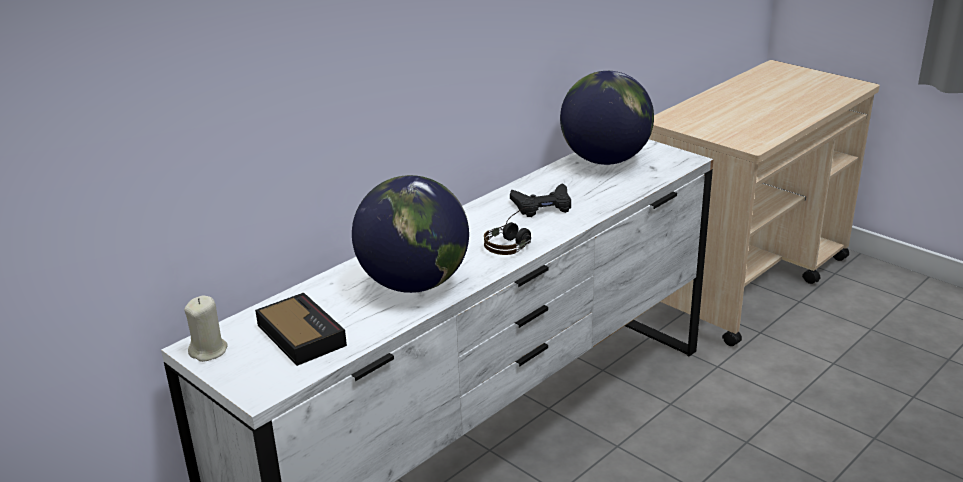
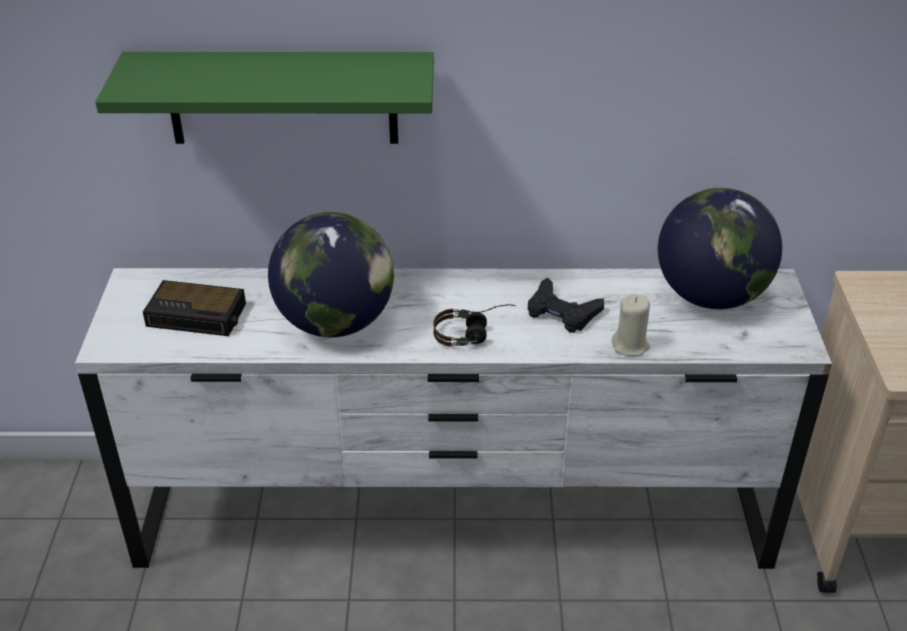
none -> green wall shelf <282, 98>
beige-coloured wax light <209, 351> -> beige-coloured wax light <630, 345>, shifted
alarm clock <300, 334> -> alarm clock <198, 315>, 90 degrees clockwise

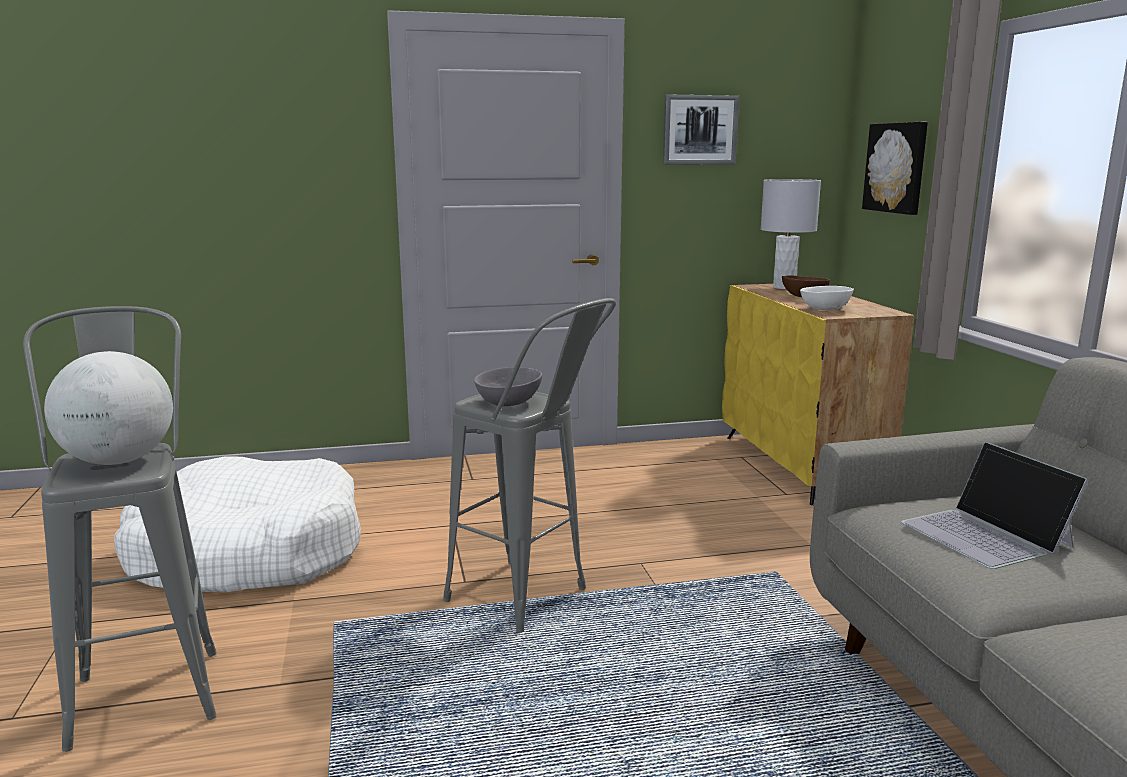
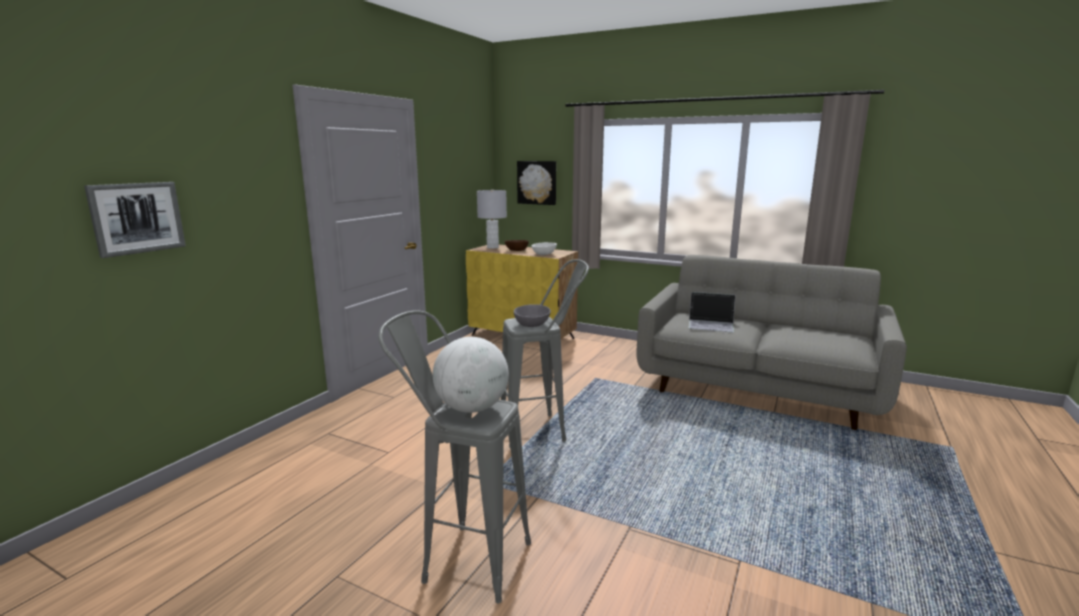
white dog bed <247, 552> -> none
picture <699, 130> -> picture <137, 218>, shifted

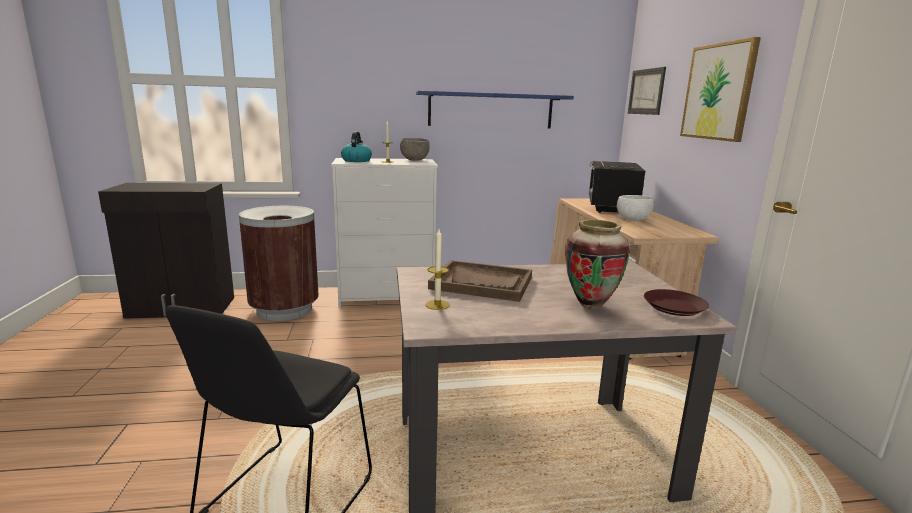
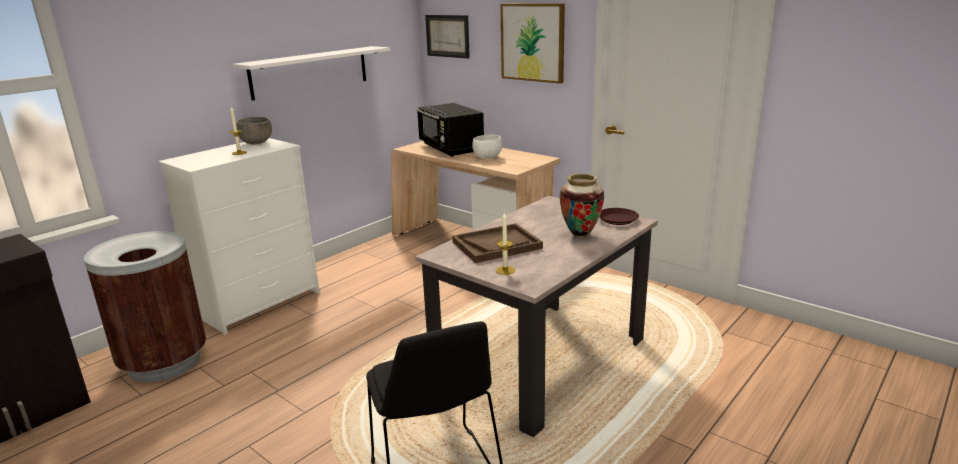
water kettle <356, 160> -> none
bluish wall shelf <490, 110> -> white wall shelf <310, 72>

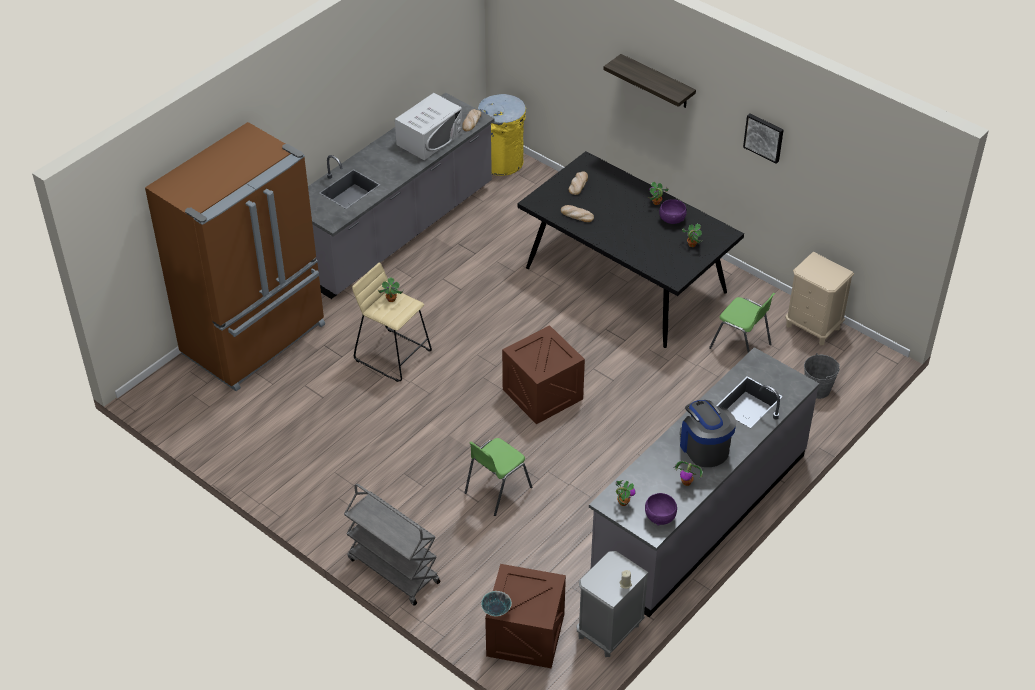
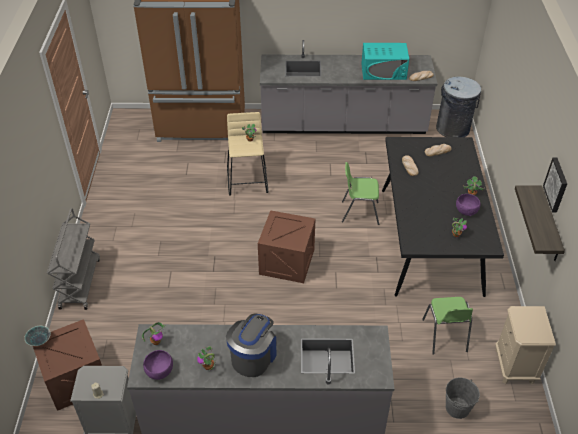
green chair <497, 490> -> green chair <359, 212>, shifted
wall shelf <657, 82> -> wall shelf <549, 225>, shifted
white microwave oven <429, 139> -> turquoise-coloured microwave oven <383, 71>
yellowish waste bin <501, 162> -> grey waste bin <453, 129>

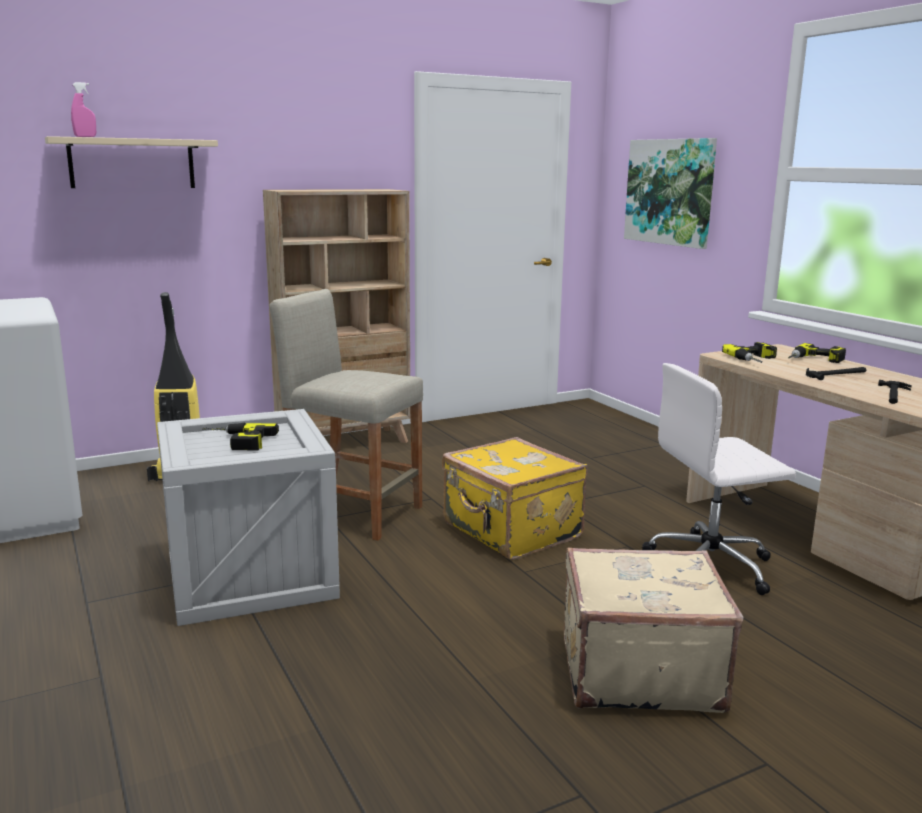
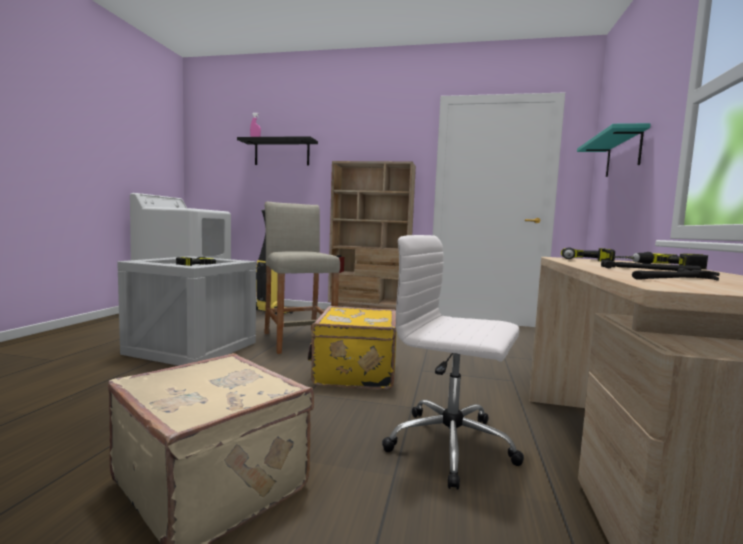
picture <670, 192> -> turquoise-coloured wall shelf <623, 154>
beige-coloured wall shelf <132, 163> -> black wall shelf <282, 153>

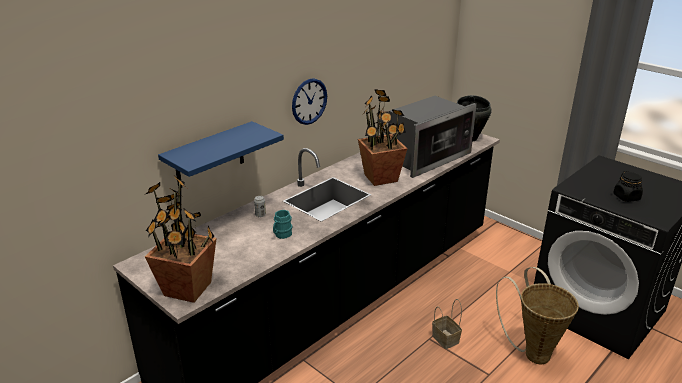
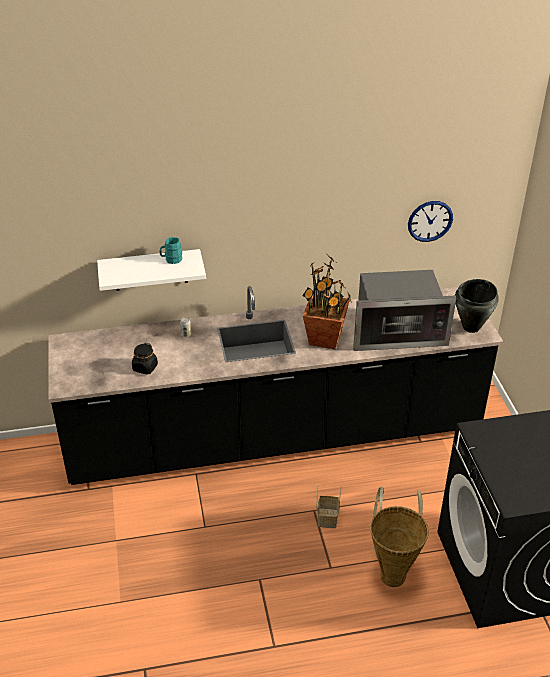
houseplant <187, 289> -> none
turquoise-coloured tea mug <281, 235> -> turquoise-coloured tea mug <171, 259>, shifted
clock on the wall <309, 101> -> clock on the wall <430, 221>, shifted
black preserve jar <626, 197> -> black preserve jar <145, 368>, shifted
bluish wall shelf <209, 156> -> white wall shelf <150, 270>

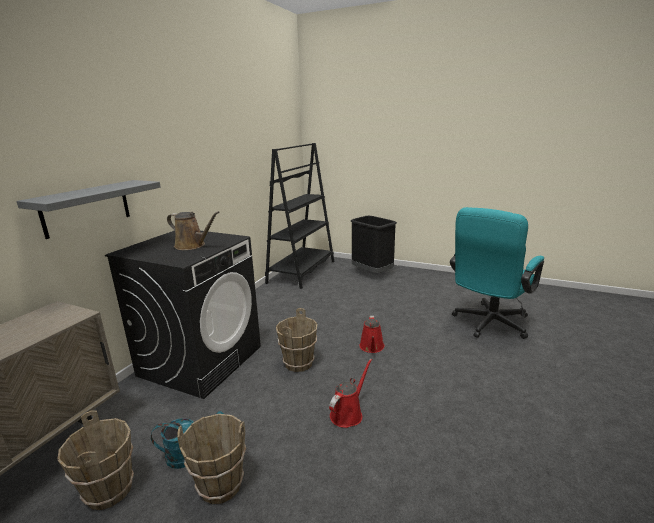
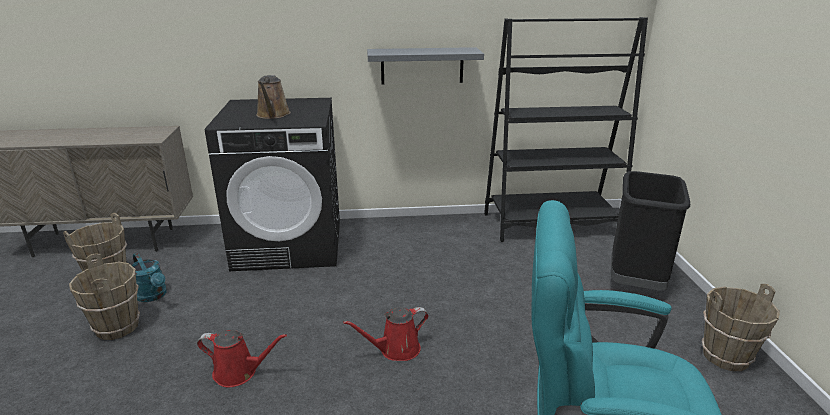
grey wall shelf <86, 208> -> grey wall shelf <422, 65>, shifted
brownish pail <299, 363> -> brownish pail <726, 357>, shifted

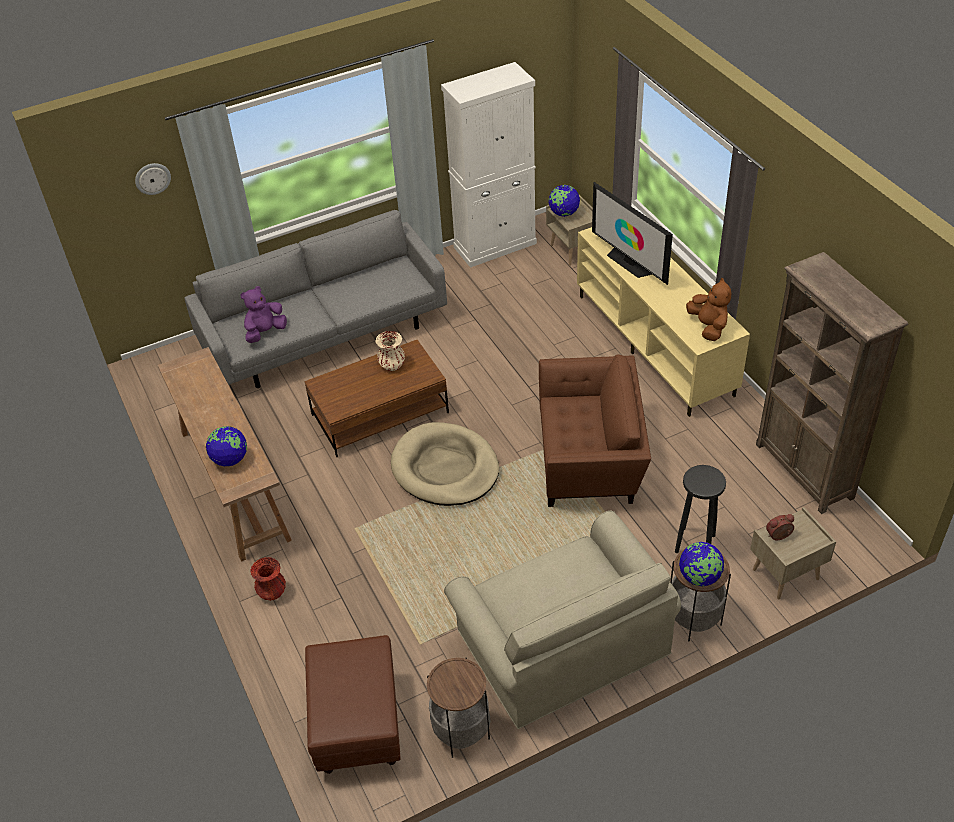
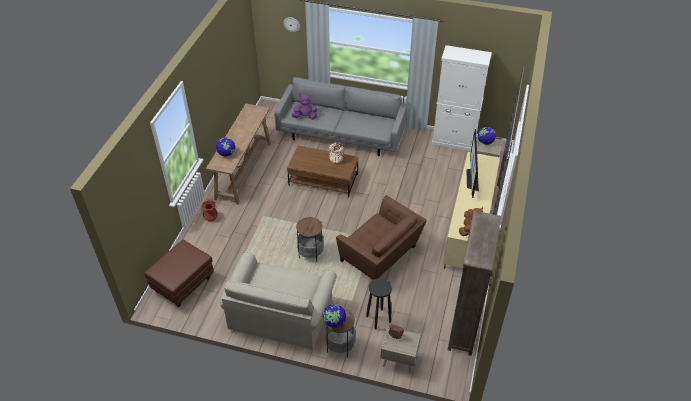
beige-coloured dog bed <445, 468> -> none
accent table <461, 731> -> accent table <310, 253>, shifted

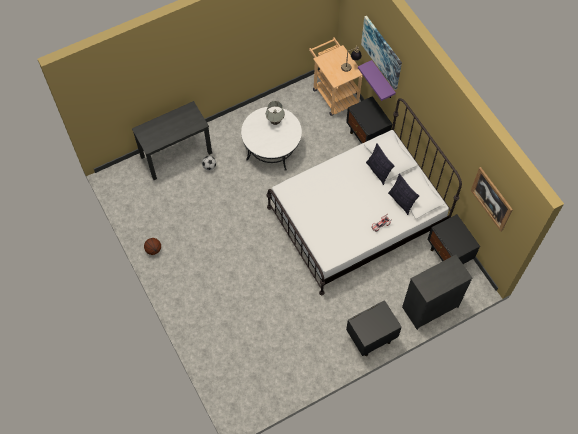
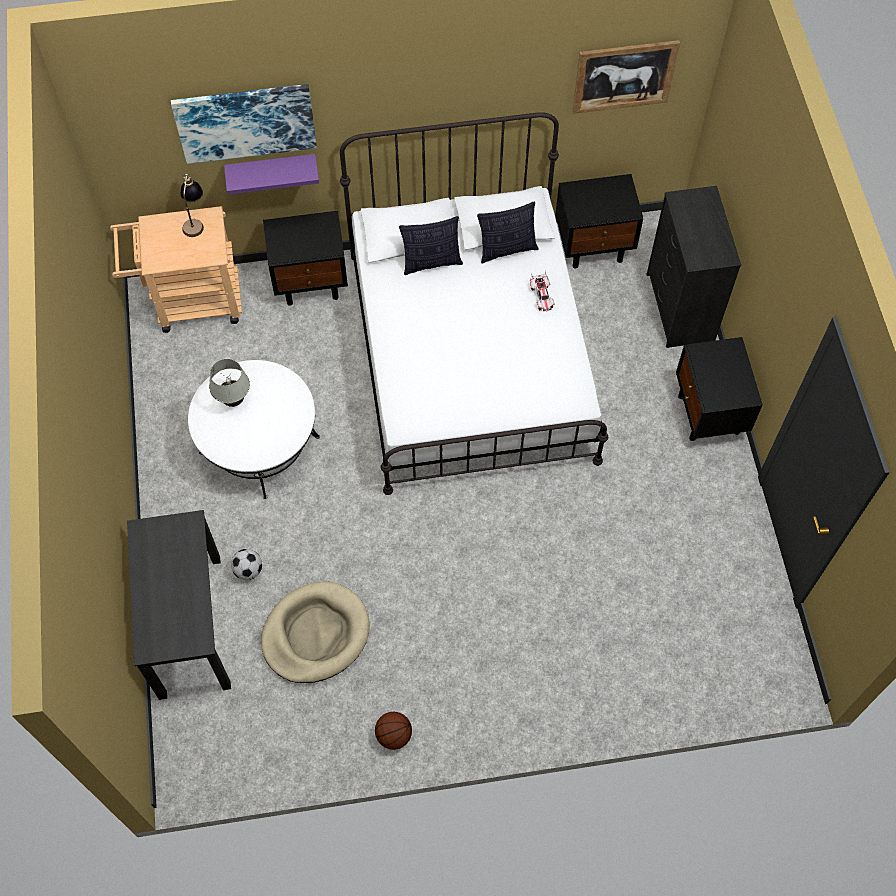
none -> beige-coloured dog bed <315, 634>

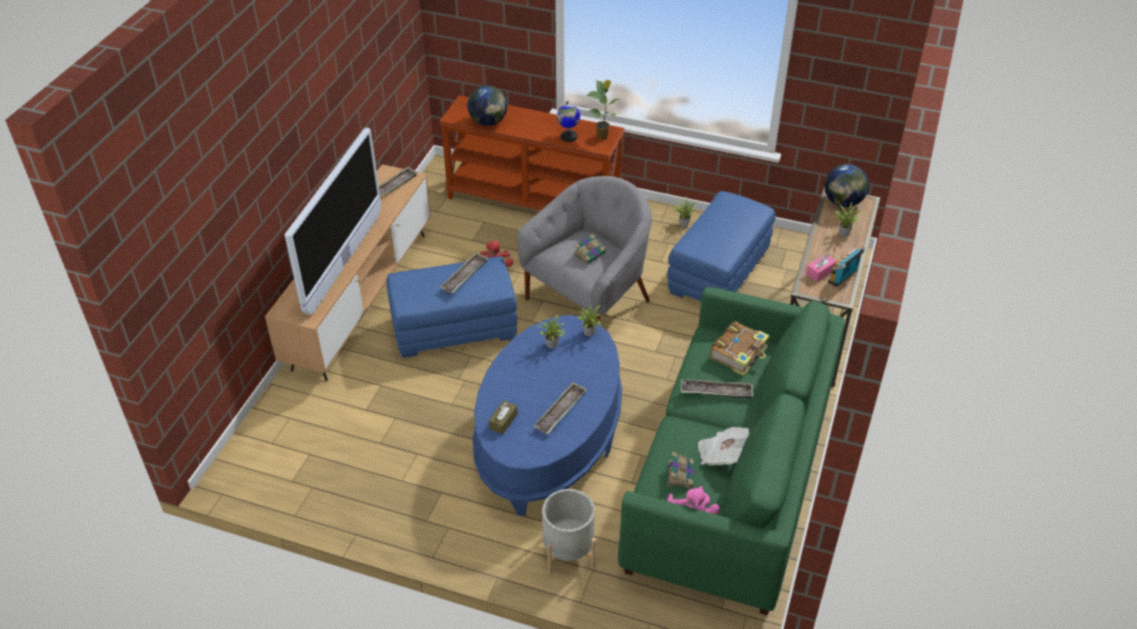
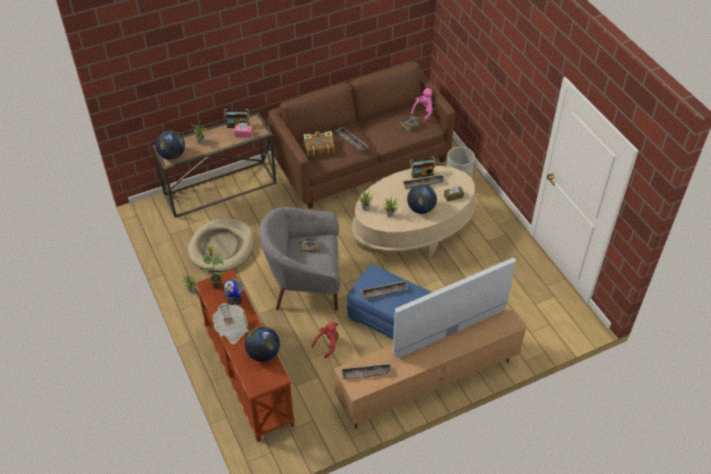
none -> globe <421, 208>
none -> radio set <422, 173>
newspaper <722, 455> -> newspaper <231, 329>, shifted
bluish pouffe <719, 273> -> beige-coloured dog bed <222, 247>
bluish coffee table <549, 438> -> beige-coloured coffee table <413, 229>
green sofa <729, 482> -> brownish sofa <361, 160>

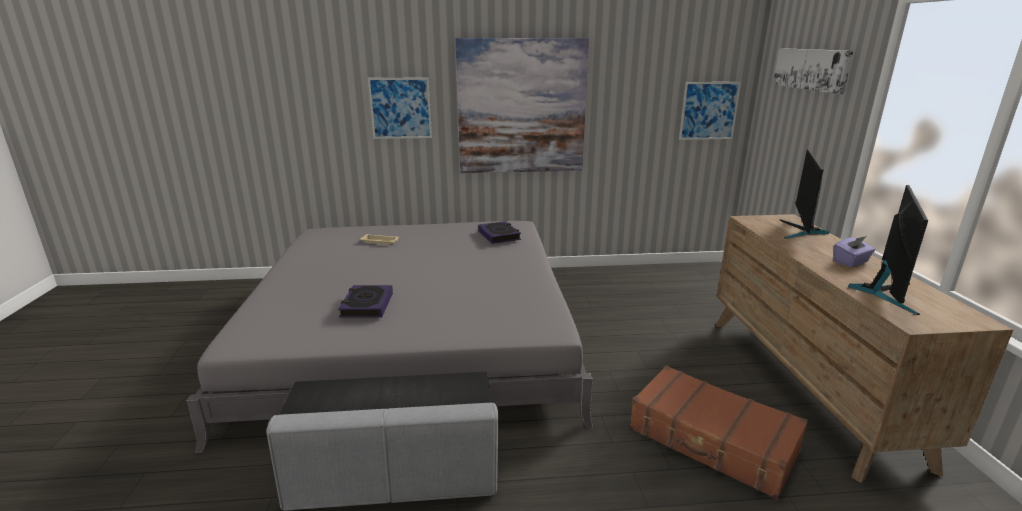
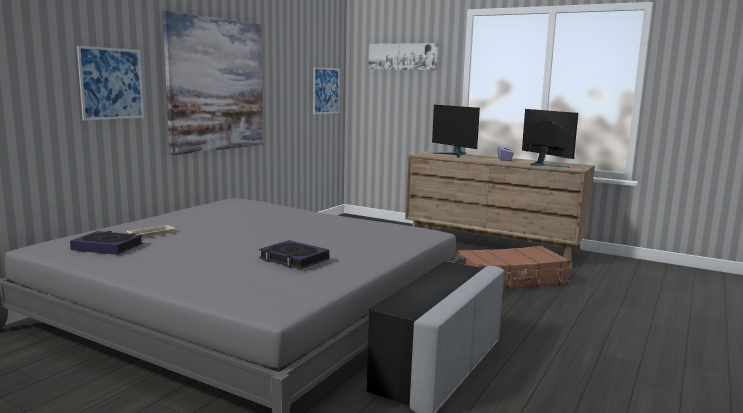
volume <499, 235> -> volume <107, 247>, shifted

